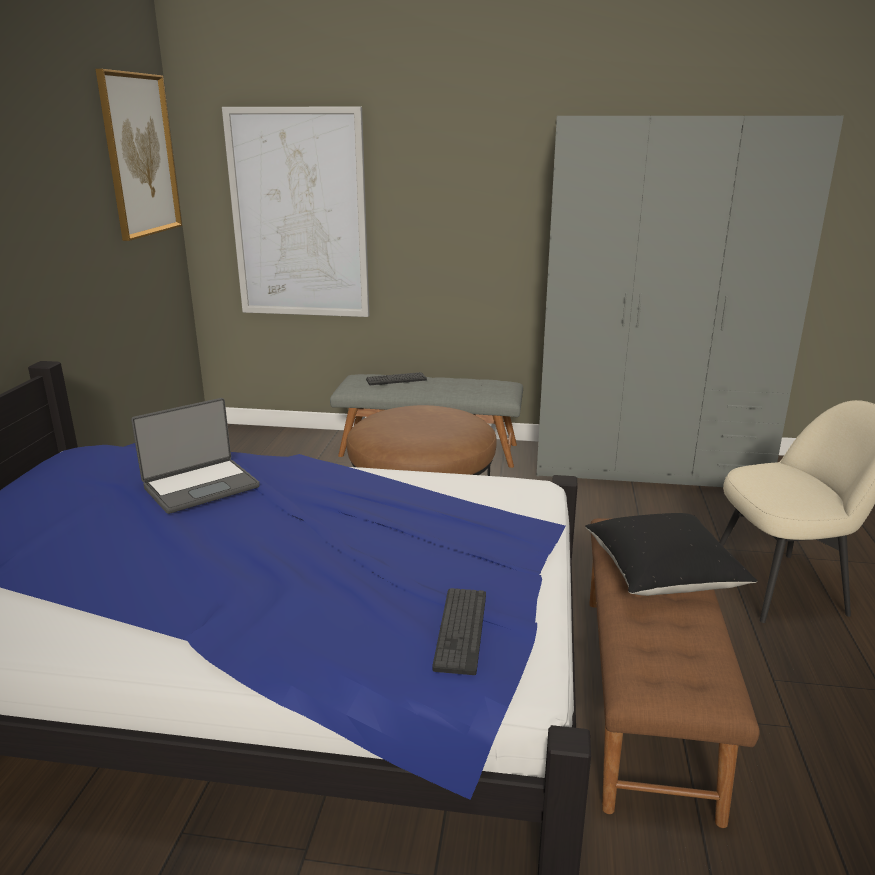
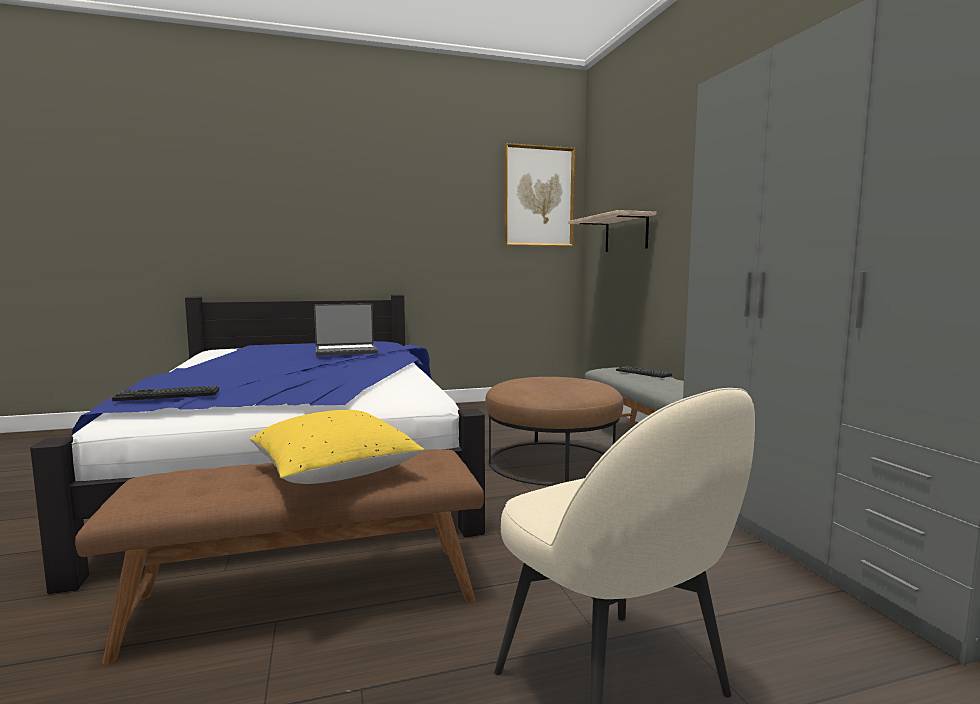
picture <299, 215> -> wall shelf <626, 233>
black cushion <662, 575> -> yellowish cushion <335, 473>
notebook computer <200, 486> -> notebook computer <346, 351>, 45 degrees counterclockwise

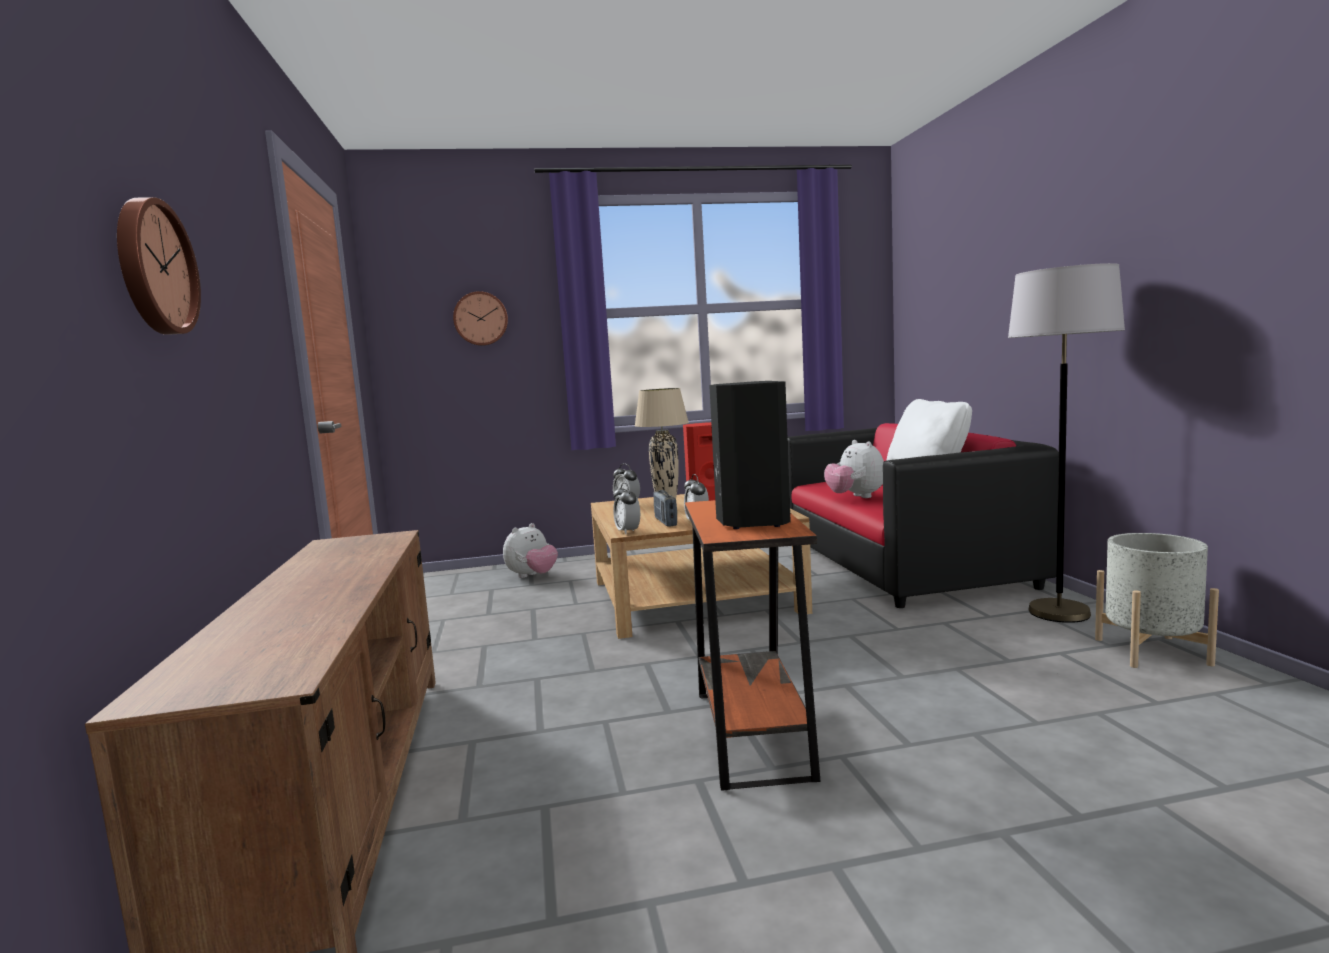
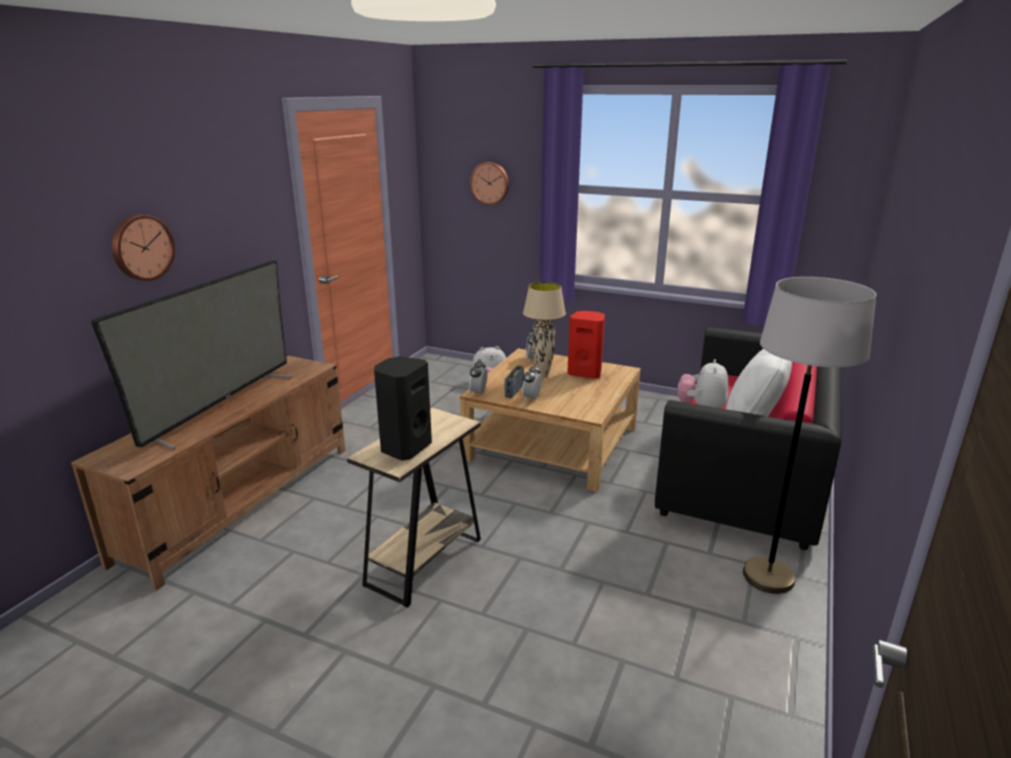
grey flower pot <1151, 651> -> none
none -> TV <221, 407>
orangey accent table <752, 733> -> beige-coloured accent table <424, 561>

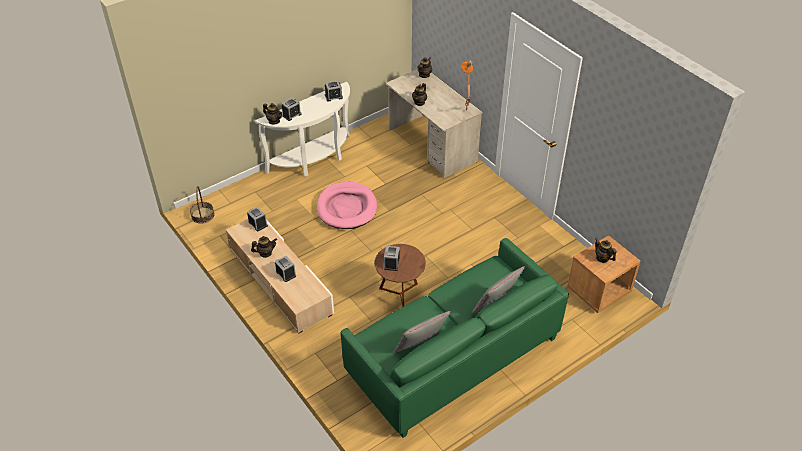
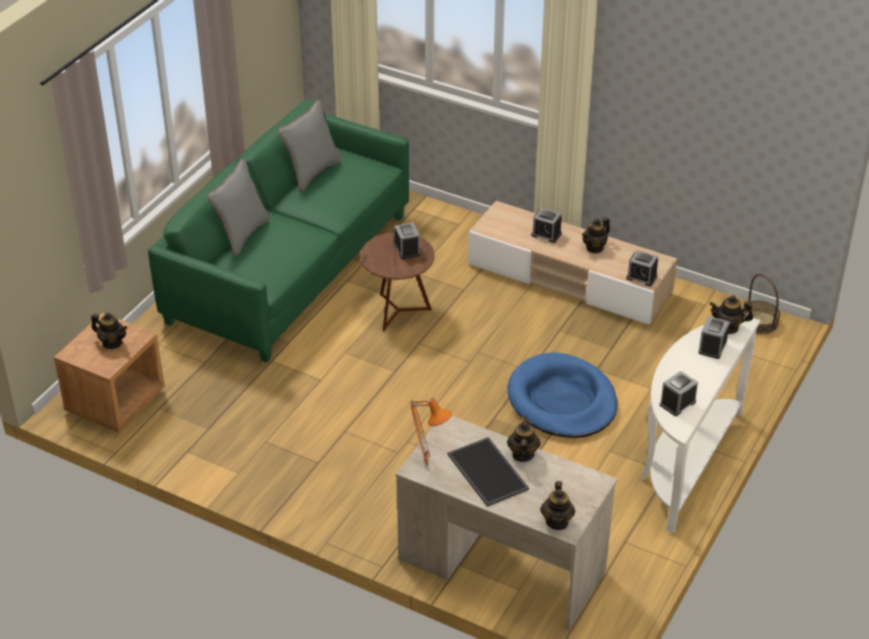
none -> tray <489, 472>
pink-coloured dog bed <347, 208> -> bluish dog bed <562, 401>

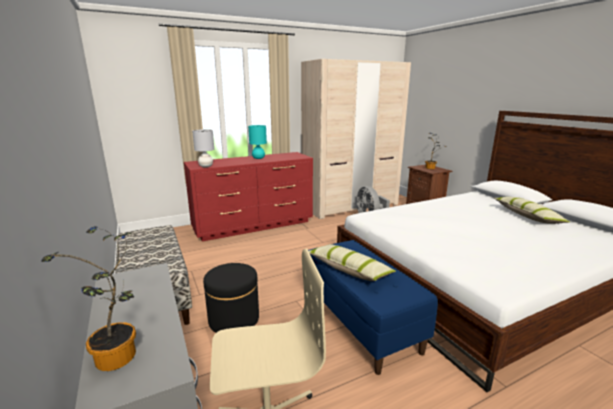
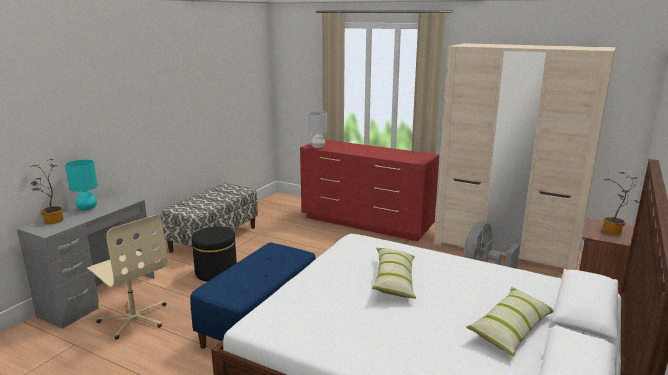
turquoise-coloured tabletop lamp <258, 158> -> turquoise-coloured tabletop lamp <87, 208>, shifted
cushion <349, 270> -> cushion <394, 280>, shifted

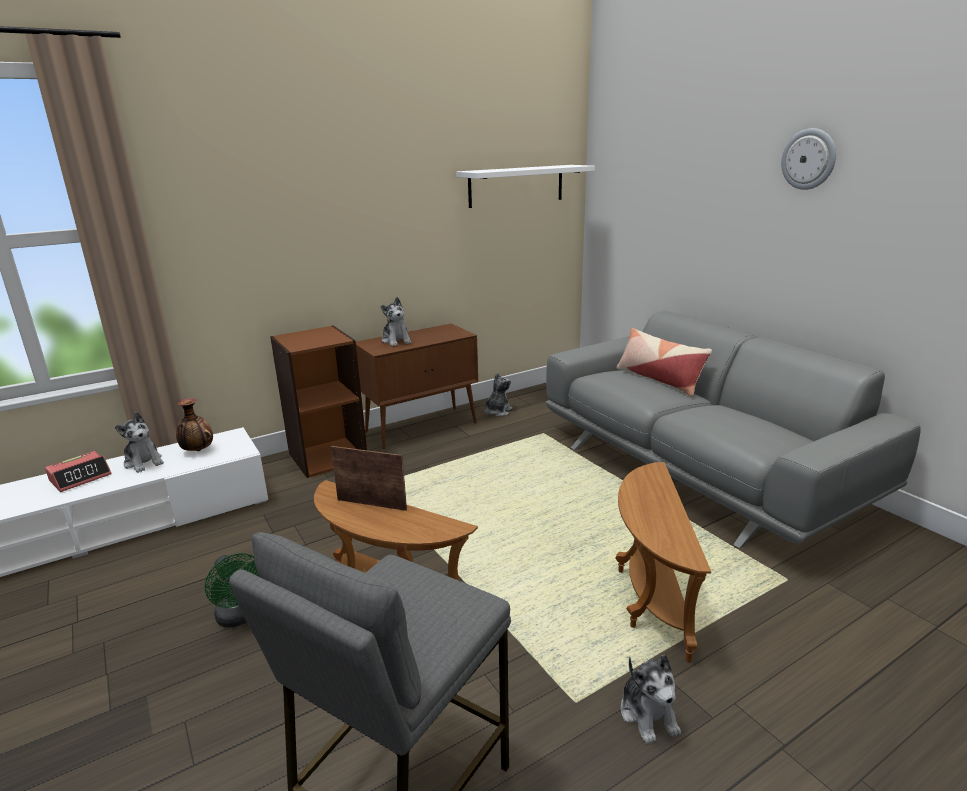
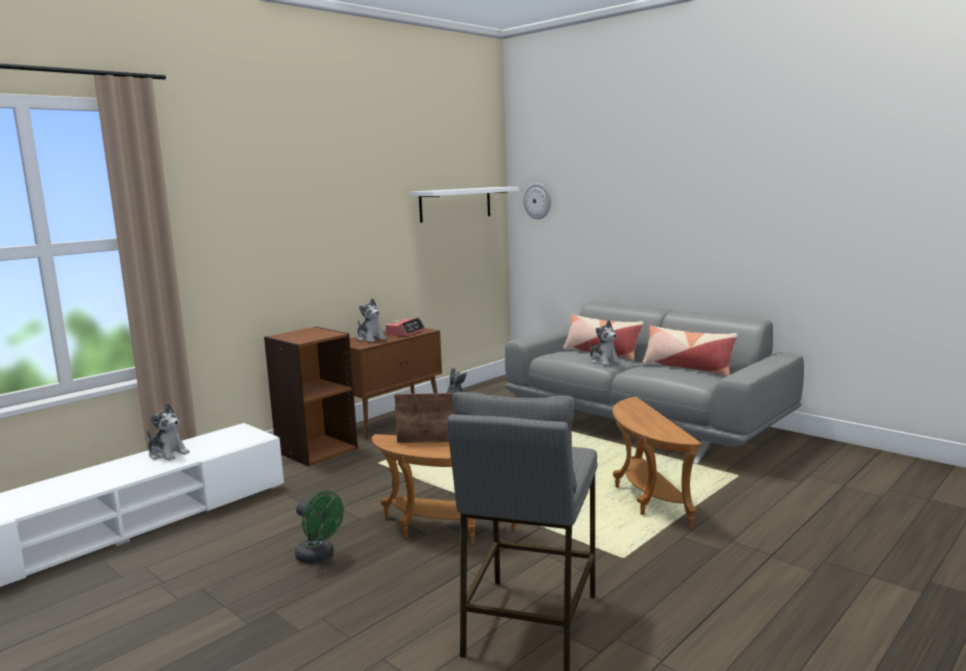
flower vase <197, 451> -> none
none -> cushion <687, 368>
alarm clock <81, 477> -> alarm clock <405, 332>, shifted
plush toy <648, 714> -> plush toy <604, 361>, shifted
clock on the wall <809, 159> -> clock on the wall <537, 201>, shifted

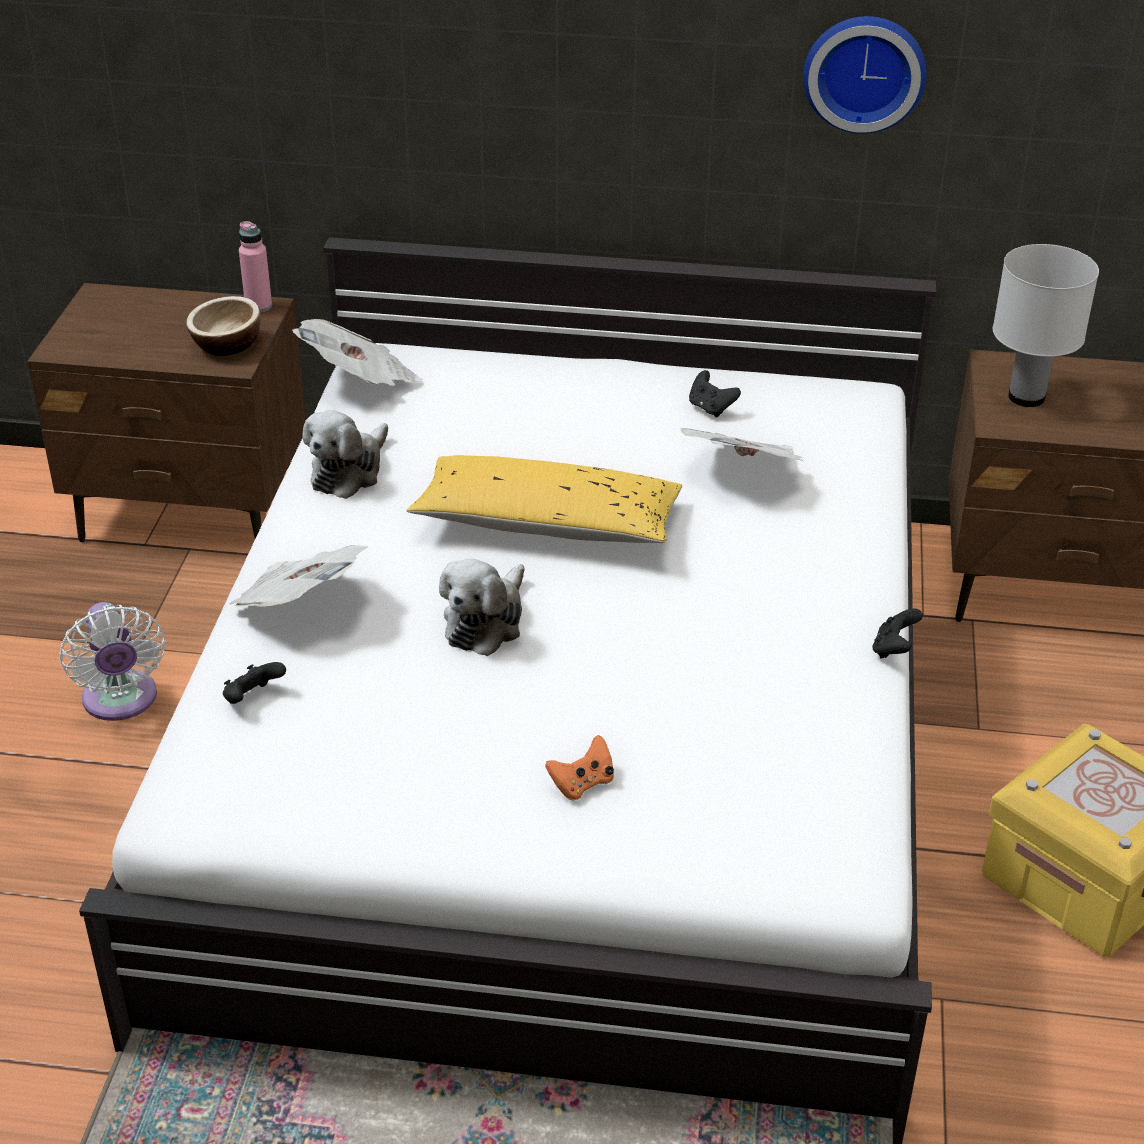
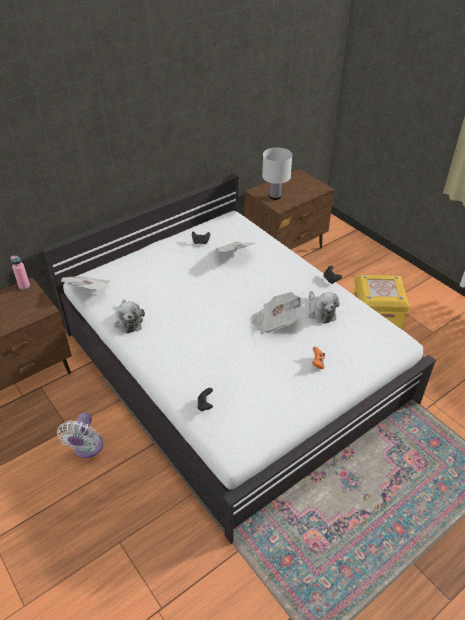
serving bowl <227, 344> -> none
yellowish cushion <547, 523> -> none
clock on the wall <864, 71> -> none
newspaper <301, 605> -> newspaper <275, 322>, shifted
plush toy <486, 622> -> plush toy <320, 312>, shifted
white fan <121, 701> -> white fan <87, 448>, 75 degrees clockwise

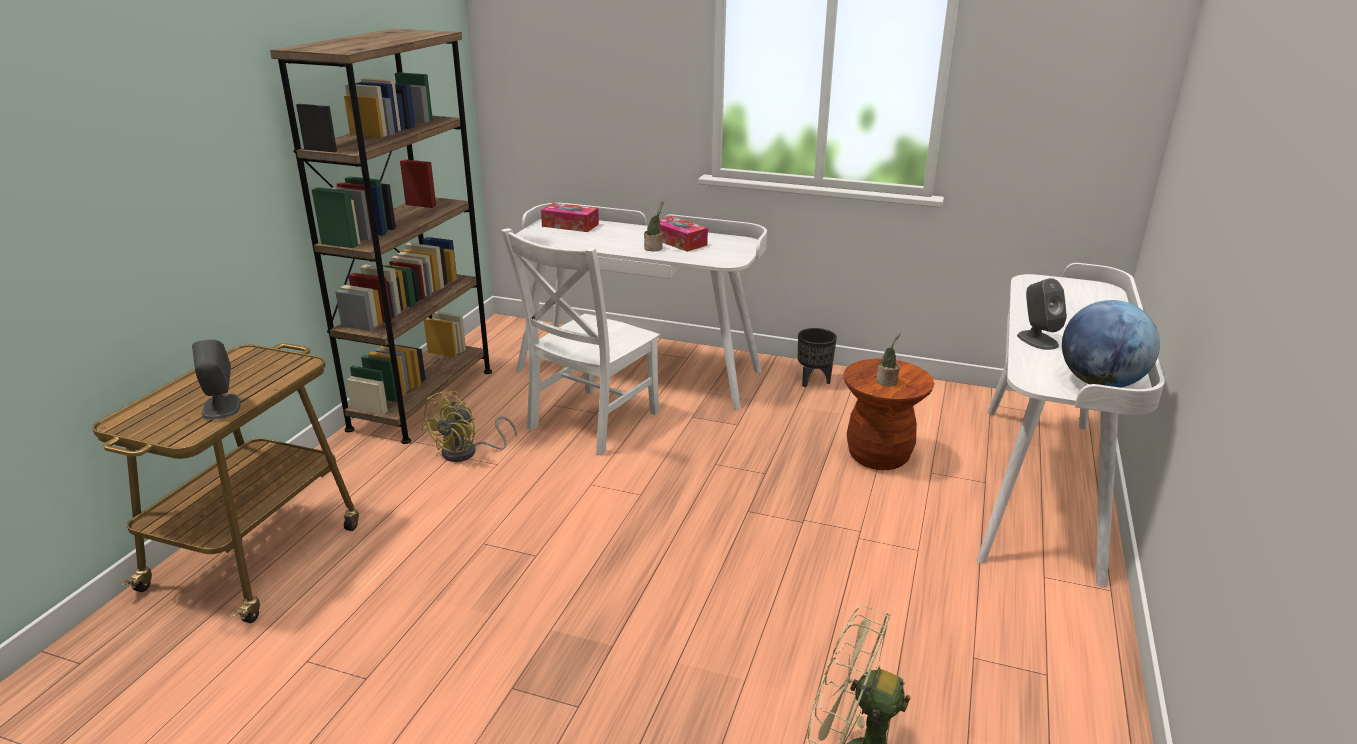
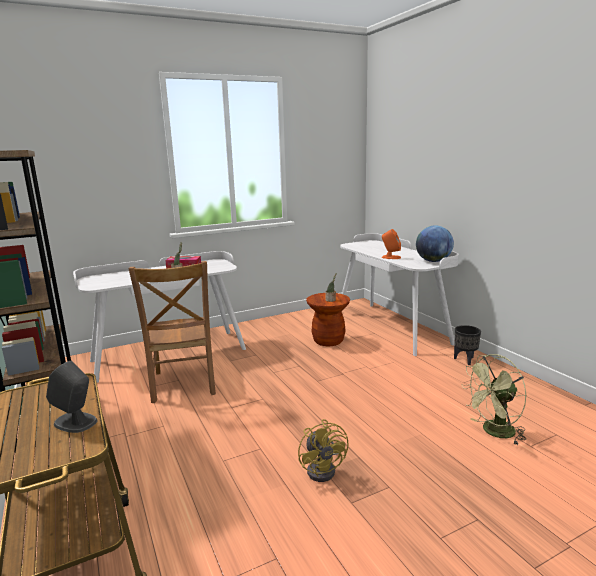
tissue holder <570, 225> -> none
yellowish fan <467, 452> -> yellowish fan <324, 469>, shifted
black flower pot <814, 381> -> black flower pot <465, 360>, shifted
white chair <590, 423> -> brownish chair <183, 385>
grey speaker <1037, 340> -> orangey speaker <391, 257>

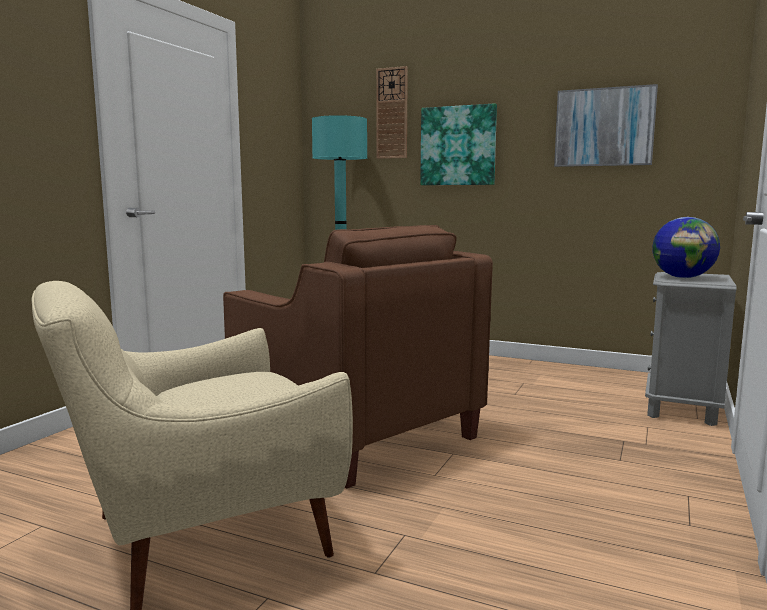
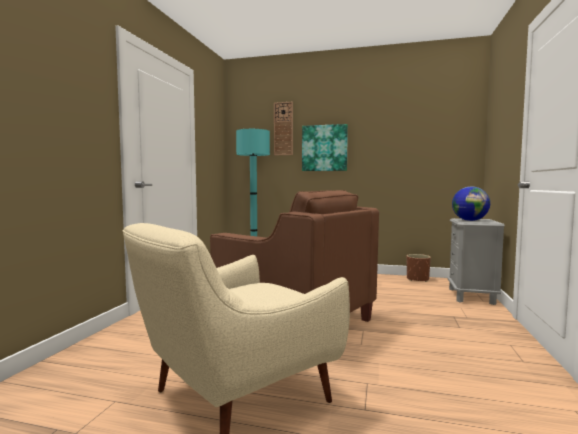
picture <604, 127> -> none
none -> brownish flower pot <417, 279>

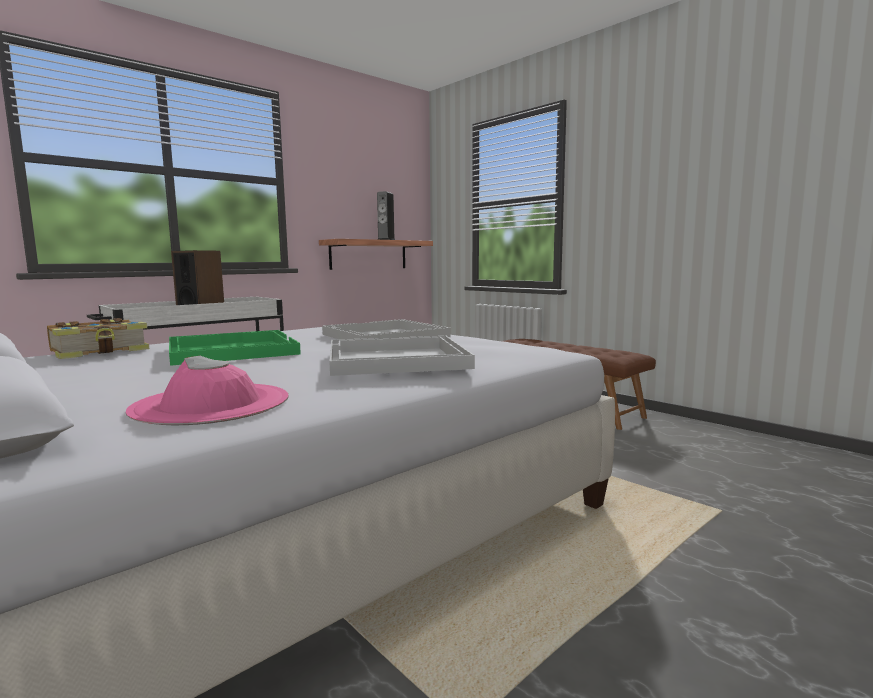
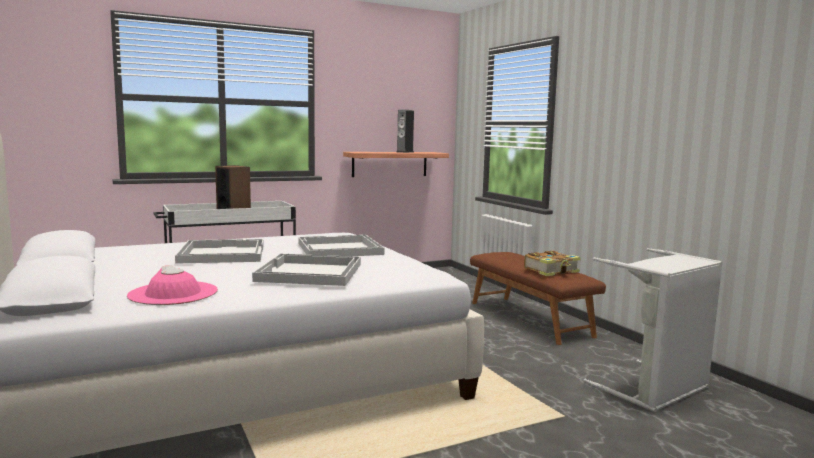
none -> grey washing basket <657, 390>
volume <100, 351> -> volume <552, 271>, shifted
green tray <230, 350> -> white tray <221, 254>

